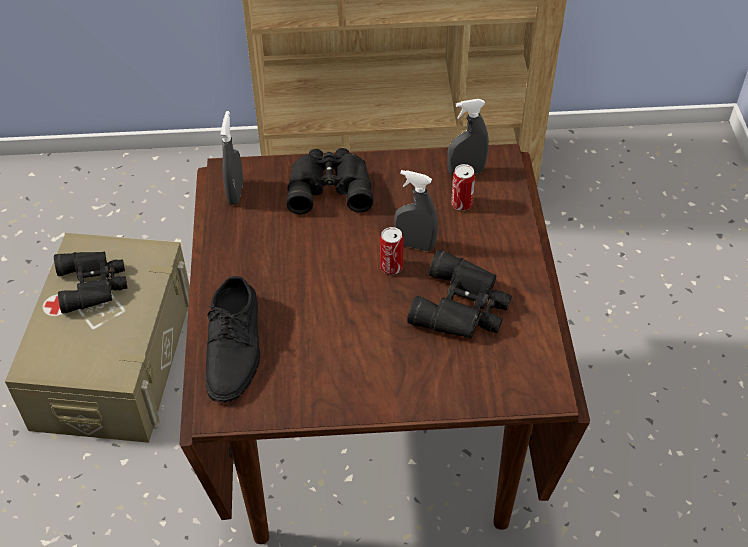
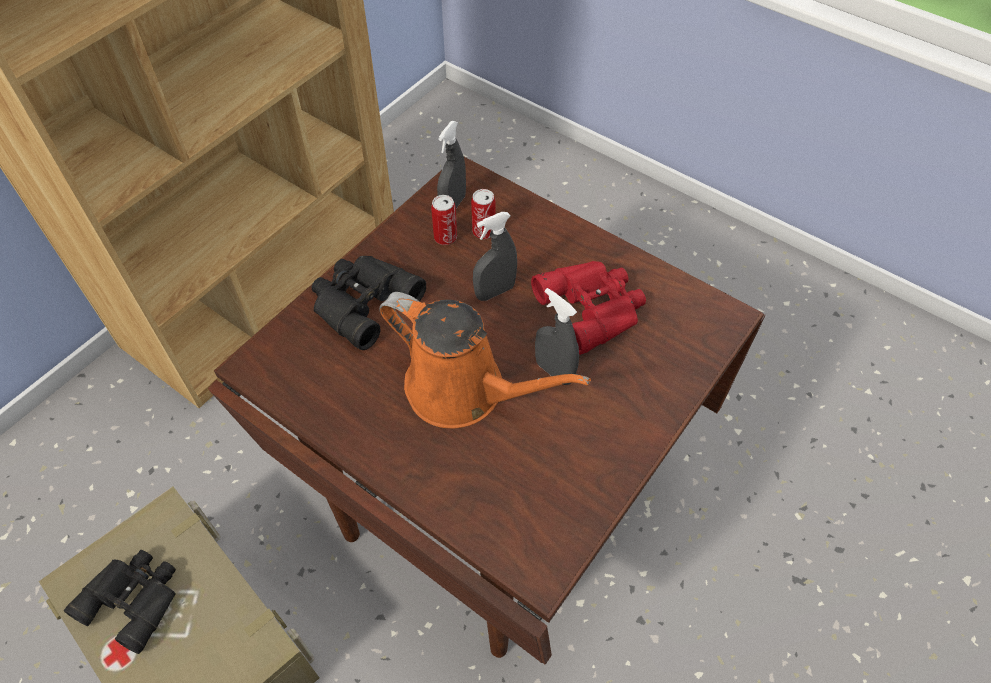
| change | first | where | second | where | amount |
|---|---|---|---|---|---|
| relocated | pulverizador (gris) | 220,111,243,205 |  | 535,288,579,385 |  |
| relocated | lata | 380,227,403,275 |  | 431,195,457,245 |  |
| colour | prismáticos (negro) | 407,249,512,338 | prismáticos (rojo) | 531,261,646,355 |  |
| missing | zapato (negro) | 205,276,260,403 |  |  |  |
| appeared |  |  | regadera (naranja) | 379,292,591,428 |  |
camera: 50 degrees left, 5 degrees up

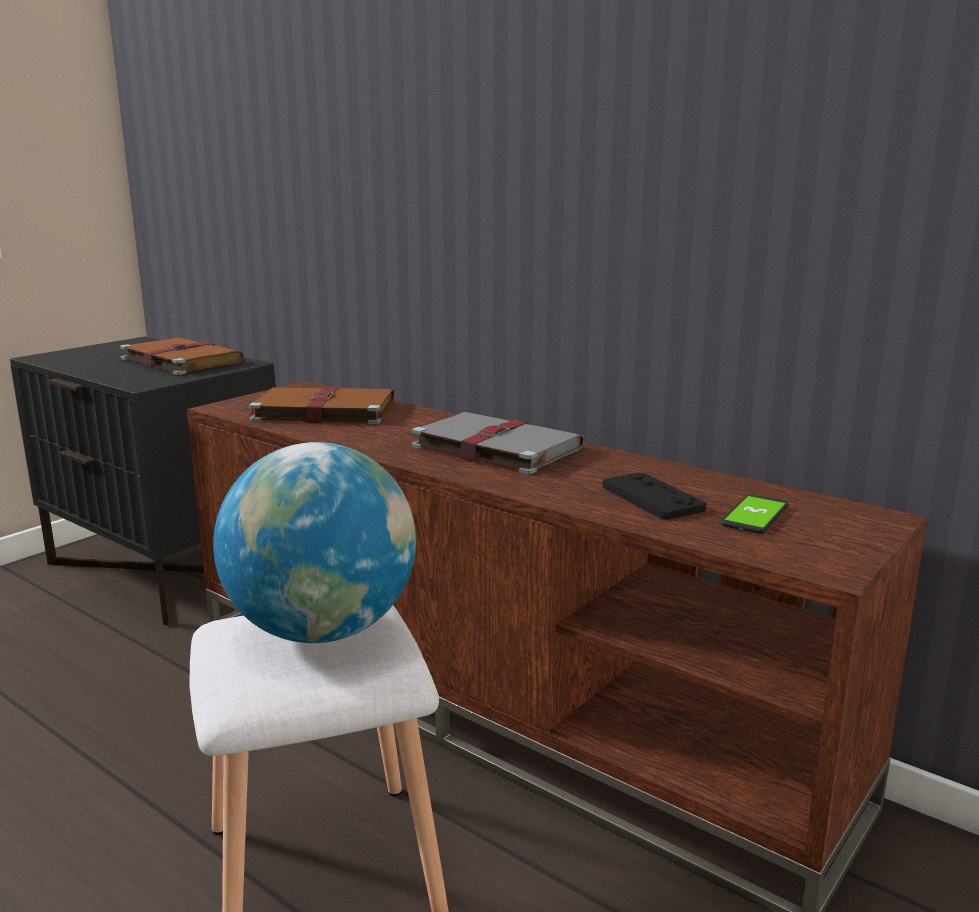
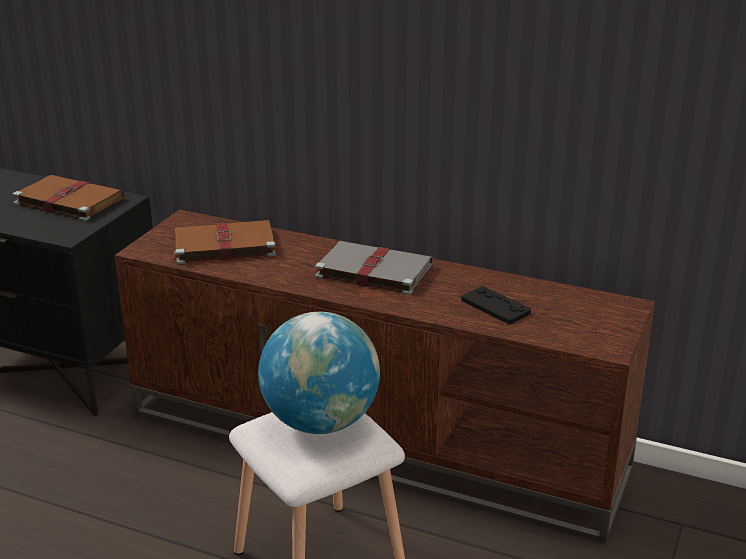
| change | first | where | second | where | amount |
|---|---|---|---|---|---|
| missing | móvil | 720,494,789,534 |  |  |  |
camera: 15 degrees left, 10 degrees up

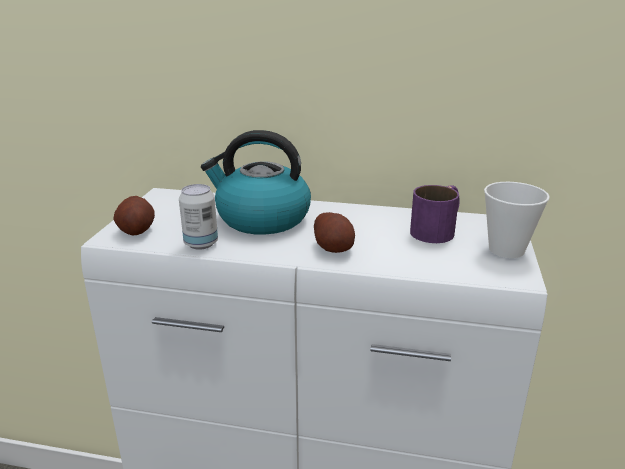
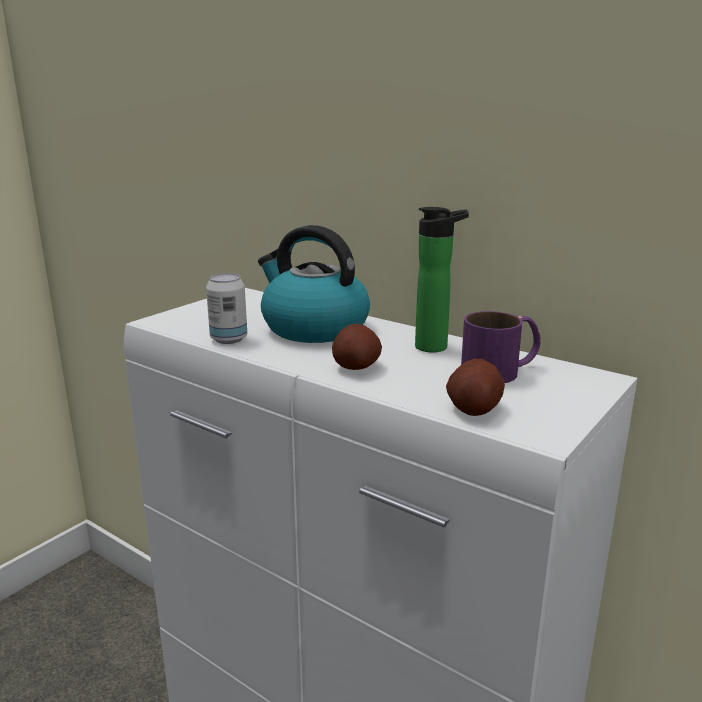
| change | first | where | second | where | amount |
|---|---|---|---|---|---|
| missing | taza | 484,182,550,258 |  |  |  |
| relocated | patata | 113,196,155,235 |  | 446,359,505,416 |  |
| appeared |  |  | botella | 415,207,469,352 |  |
camera: 25 degrees right, 5 degrees down

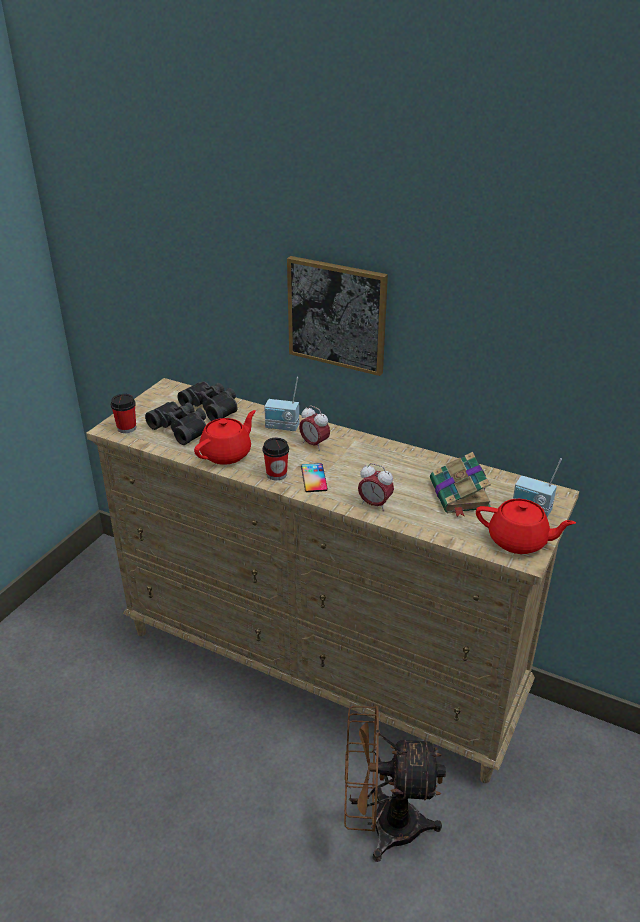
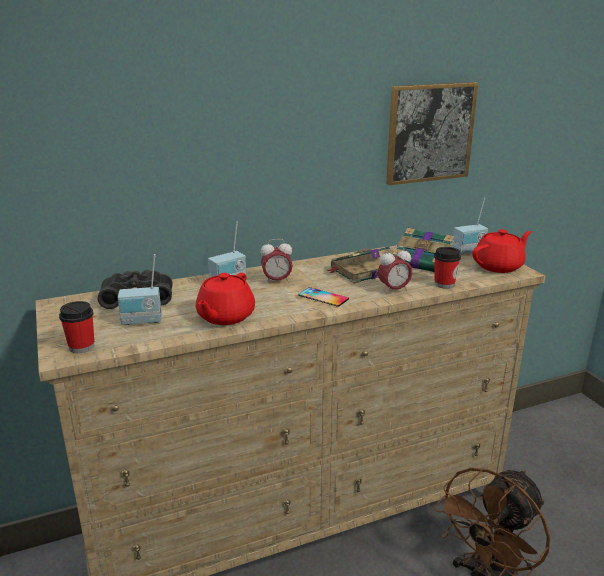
| change | first | where | second | where | amount |
|---|---|---|---|---|---|
| relocated | cuadro | 287,256,388,376 |  | 386,82,478,185 |  |
| exchanged | prismáticos (negro) | 145,401,206,445 | radio | 118,254,162,325 |  |
| spun | tetera (rojo) | 194,410,256,465 |  | 196,273,255,325 | 150 degrees counterclockwise |
| relocated | taza | 263,438,289,480 |  | 434,247,461,289 |  |
| appeared |  |  | libro | 326,245,396,284 |  |
camera: 50 degrees left, 10 degrees down

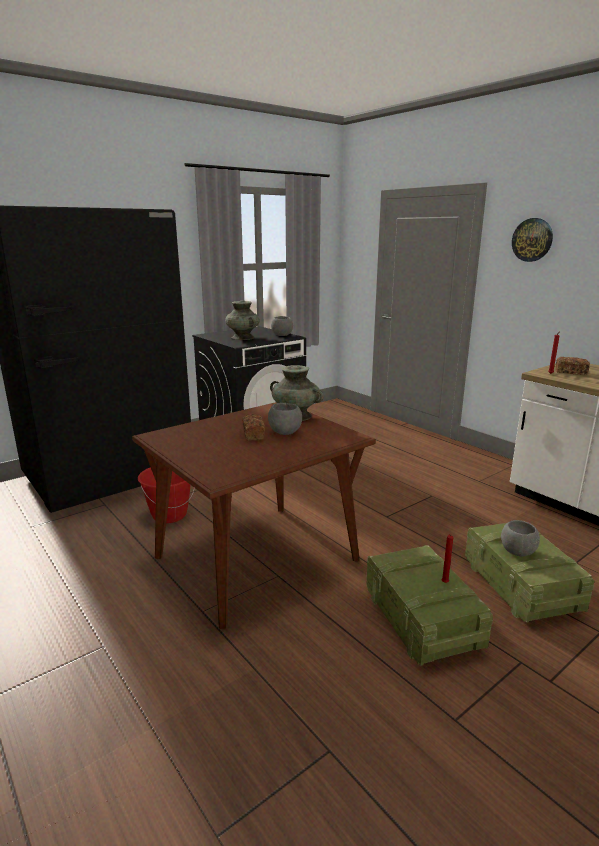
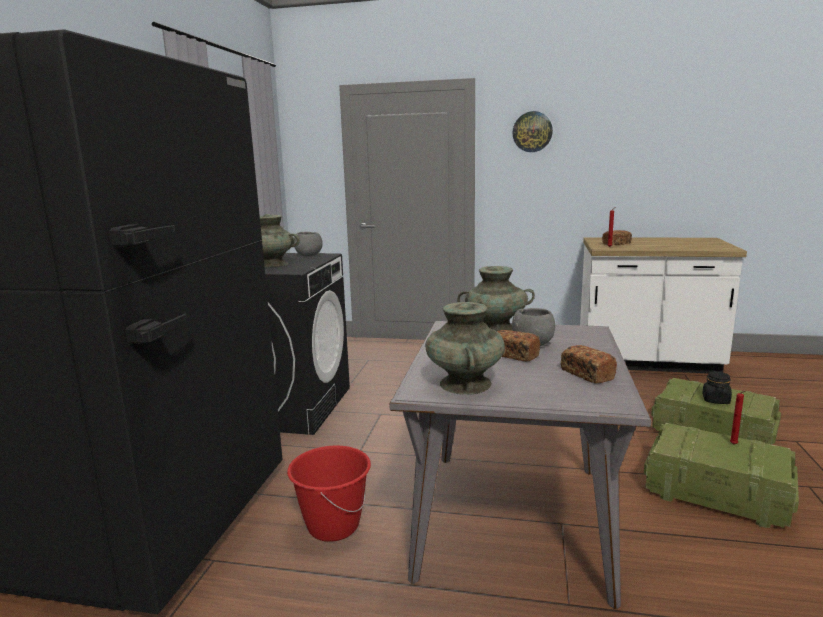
| change | first | where | second | where | amount |
|---|---|---|---|---|---|
| colour | mesa de comedor (marrón) | 132,402,376,629 | mesa de comedor (gris) | 390,321,651,609 |  |
| exchanged | cuenco (gris) | 501,520,540,556 | tarro (negro) | 702,371,732,404 |  |
| appeared |  |  | florero (turquesa) | 425,302,505,395 |  |
| appeared |  |  | pan | 561,345,617,383 |  |
camera: 40 degrees left, 5 degrees down

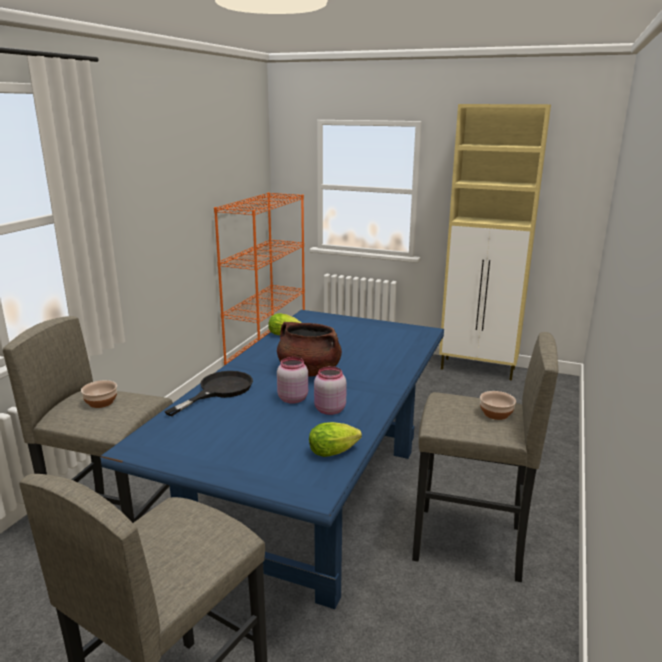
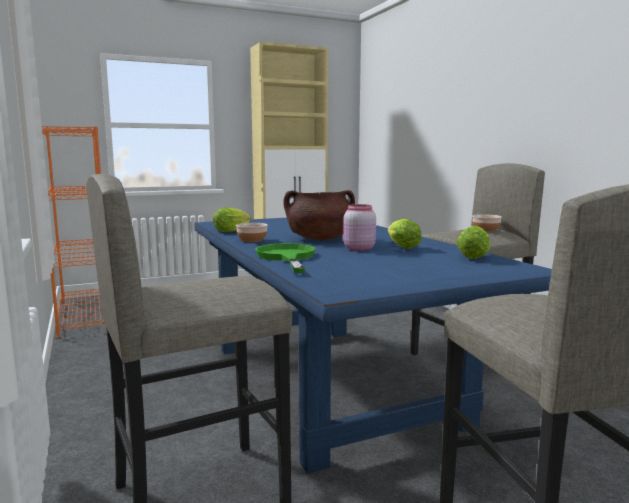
| change | first | where | second | where | amount |
|---|---|---|---|---|---|
| exchanged | tarro (rosa) | 314,366,347,415 | lechuga | 388,219,422,249 |  |
| colour | sartén (negro) | 164,371,253,416 | sartén (verde) | 255,243,315,273 |  |
| relocated | cuenco | 81,380,117,408 |  | 236,223,268,242 |  |
camera: 45 degrees left, 10 degrees down

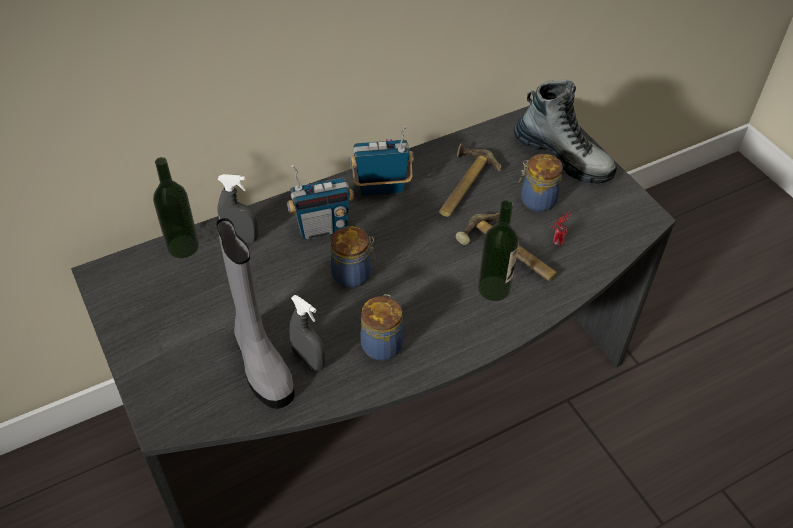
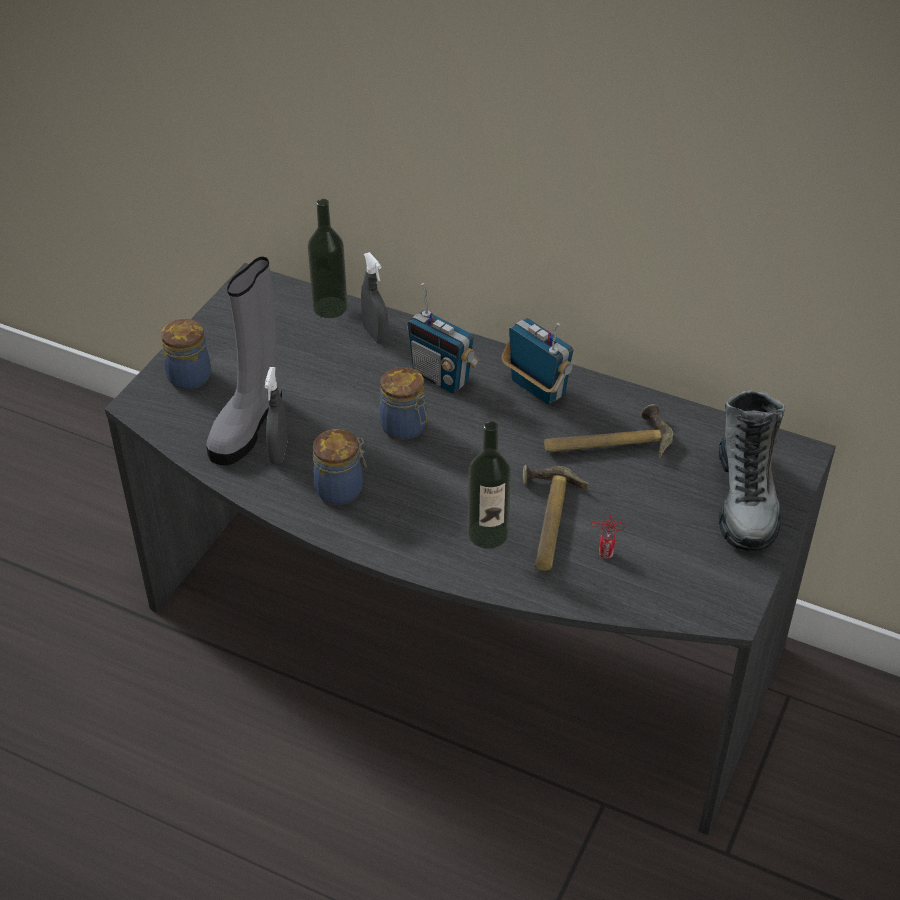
| change | first | where | second | where | amount |
|---|---|---|---|---|---|
| relocated | tarro | 519,154,563,212 |  | 161,318,211,390 |  |
camera: 55 degrees right, 5 degrees down

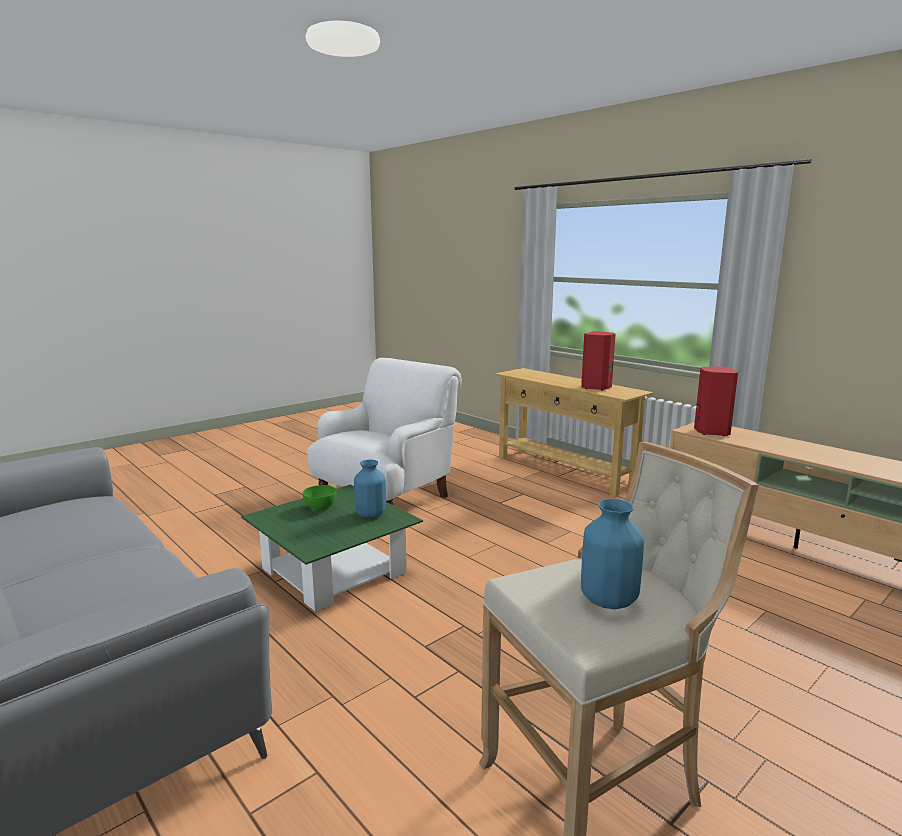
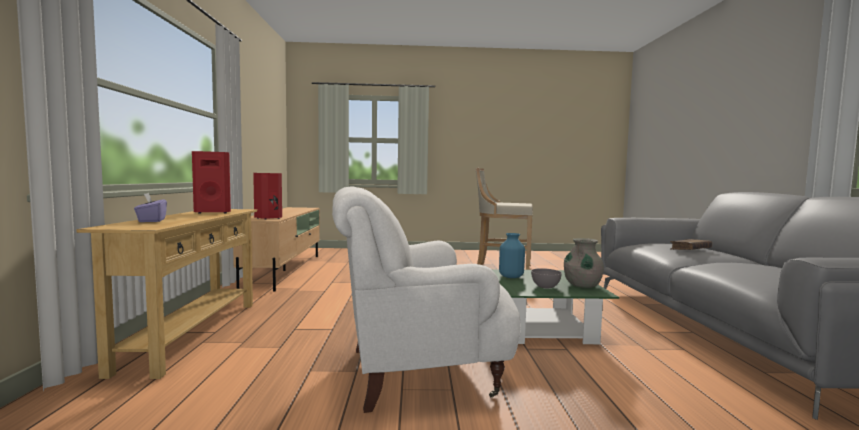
| change | first | where | second | where | amount |
|---|---|---|---|---|---|
| colour | cuenco (verde) | 302,485,336,510 | cuenco (gris) | 531,268,562,288 |  |
| missing | florero (azul) | 581,499,644,609 |  |  |  |
| appeared |  |  | caja de pañuelos (morado) | 134,193,167,222 |  |
| appeared |  |  | florero (gris) | 564,238,604,288 |  |
| appeared |  |  | libro (marrón) | 670,239,712,250 |  |
camera: 140 degrees left, 10 degrees down

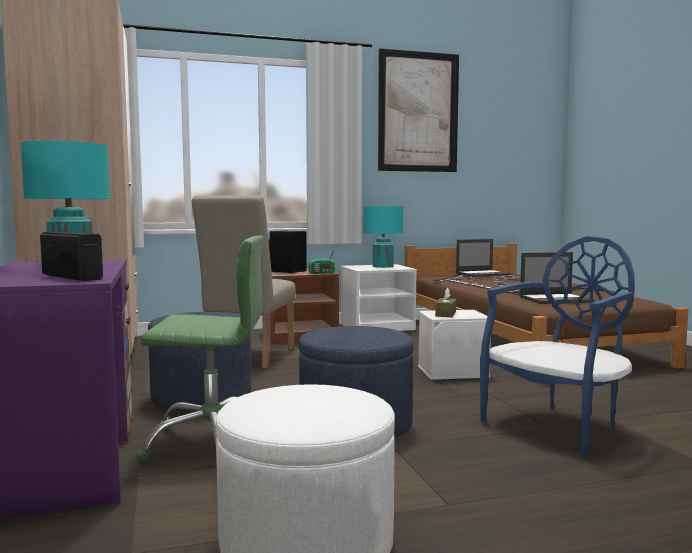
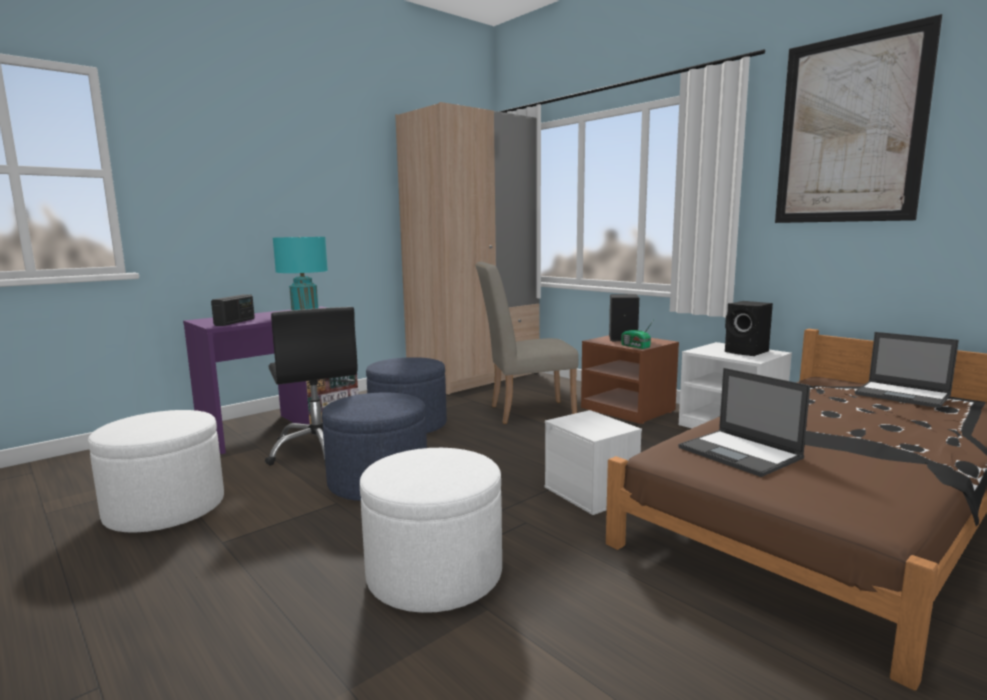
| change | first | where | second | where | amount |
|---|---|---|---|---|---|
| exchanged | lámpara de mesa (turquesa) | 363,206,404,268 | altavoz (negro) | 725,301,773,356 |  |
| colour | silla de oficina (verde) | 135,235,263,463 | silla de oficina (negro) | 265,307,358,468 |  |
| exchanged | silla (azul) | 480,236,635,457 | puf (blanco) | 360,448,502,613 |  |
| missing | caja de pañuelos (marrón) | 435,288,456,317 |  |  |  |
camera: 65 degrees right, 5 degrees up

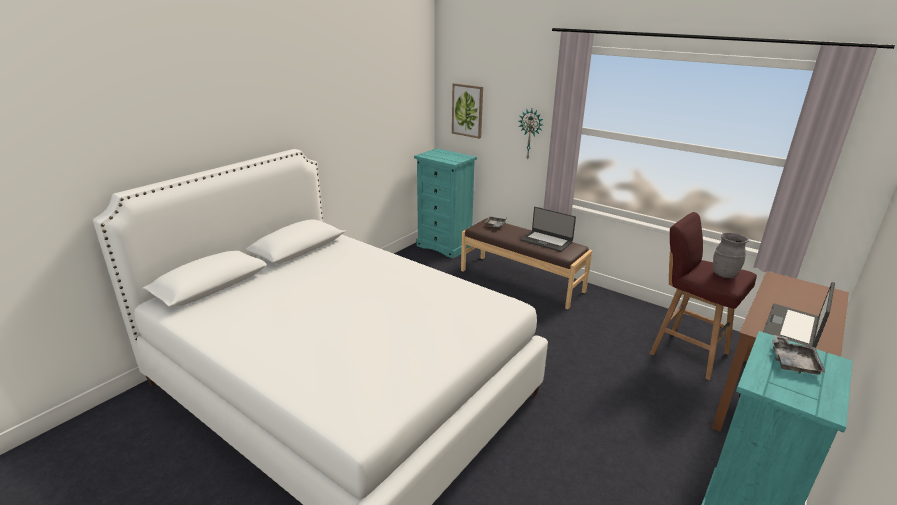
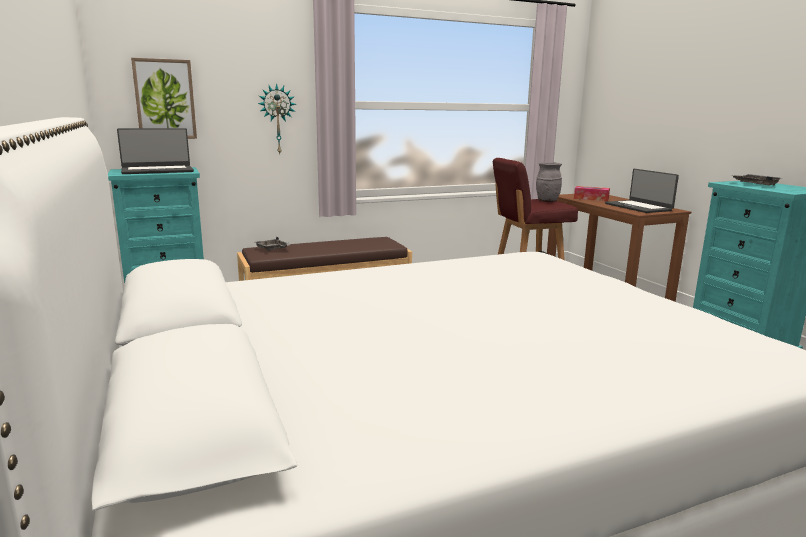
| change | first | where | second | where | amount |
|---|---|---|---|---|---|
| relocated | portátil | 520,207,576,252 |  | 117,128,194,174 |  |
| appeared |  |  | caja de pañuelos | 574,186,610,201 |  |
camera: 60 degrees left, 10 degrees down

